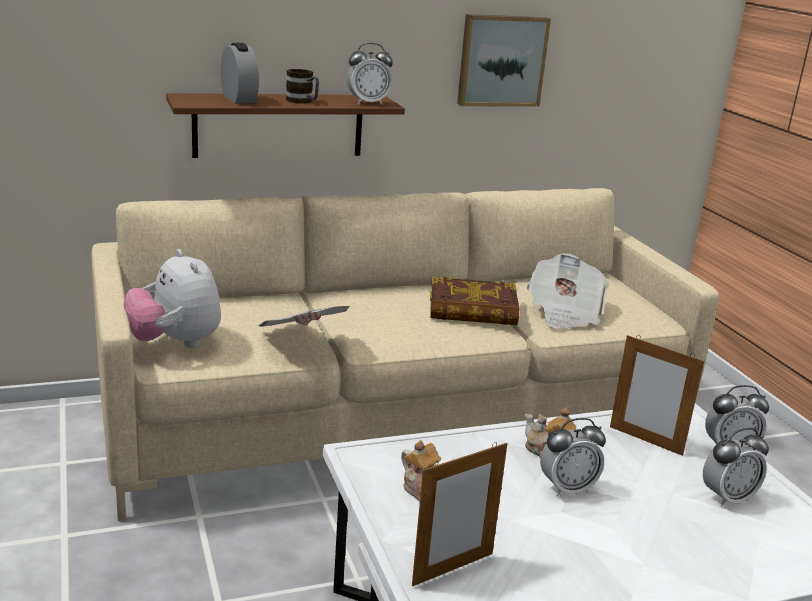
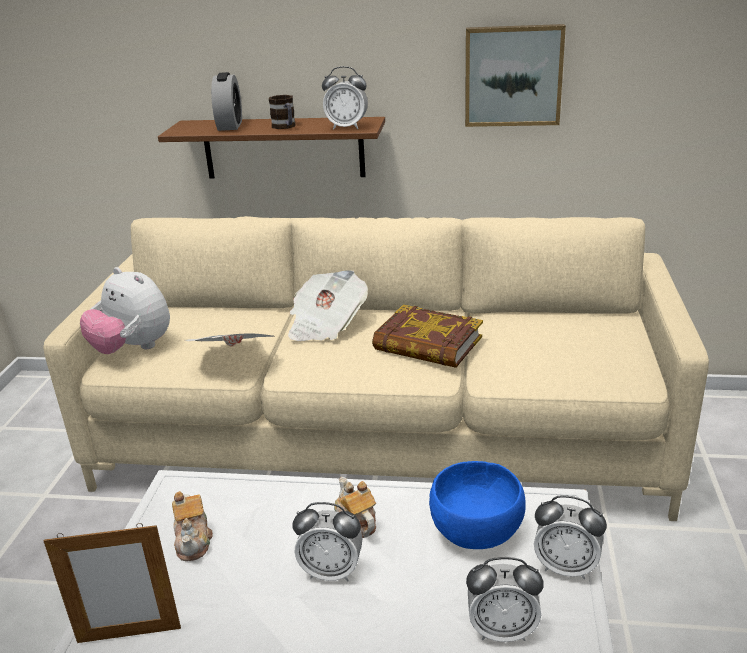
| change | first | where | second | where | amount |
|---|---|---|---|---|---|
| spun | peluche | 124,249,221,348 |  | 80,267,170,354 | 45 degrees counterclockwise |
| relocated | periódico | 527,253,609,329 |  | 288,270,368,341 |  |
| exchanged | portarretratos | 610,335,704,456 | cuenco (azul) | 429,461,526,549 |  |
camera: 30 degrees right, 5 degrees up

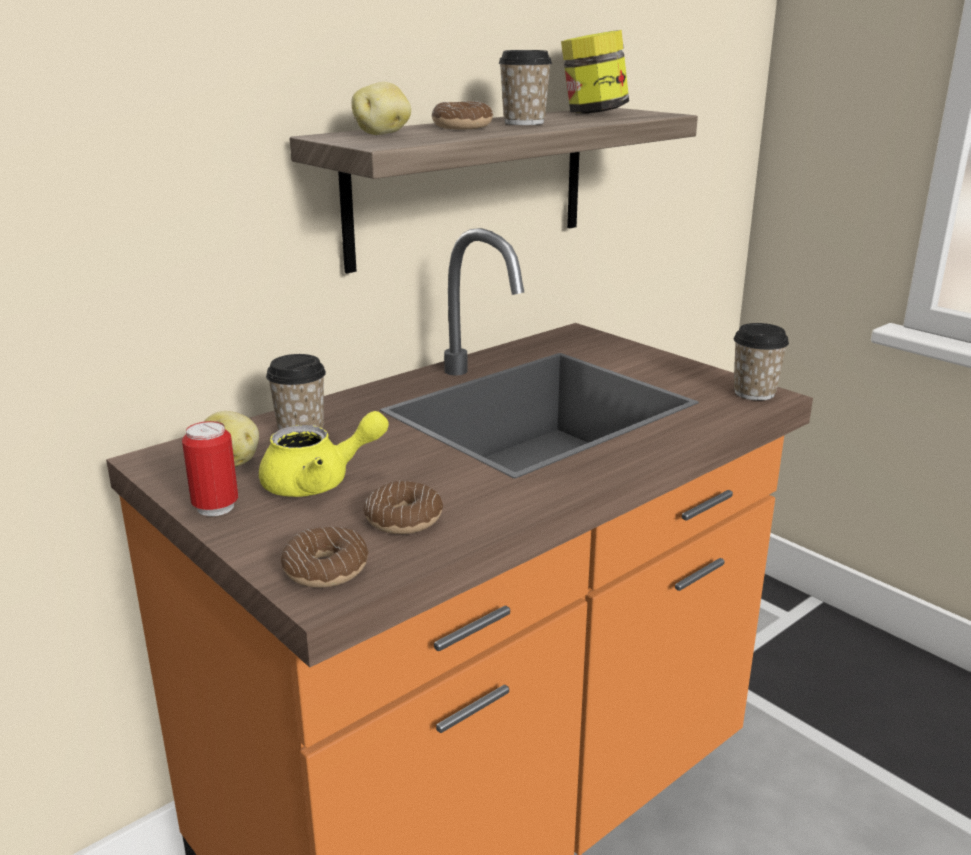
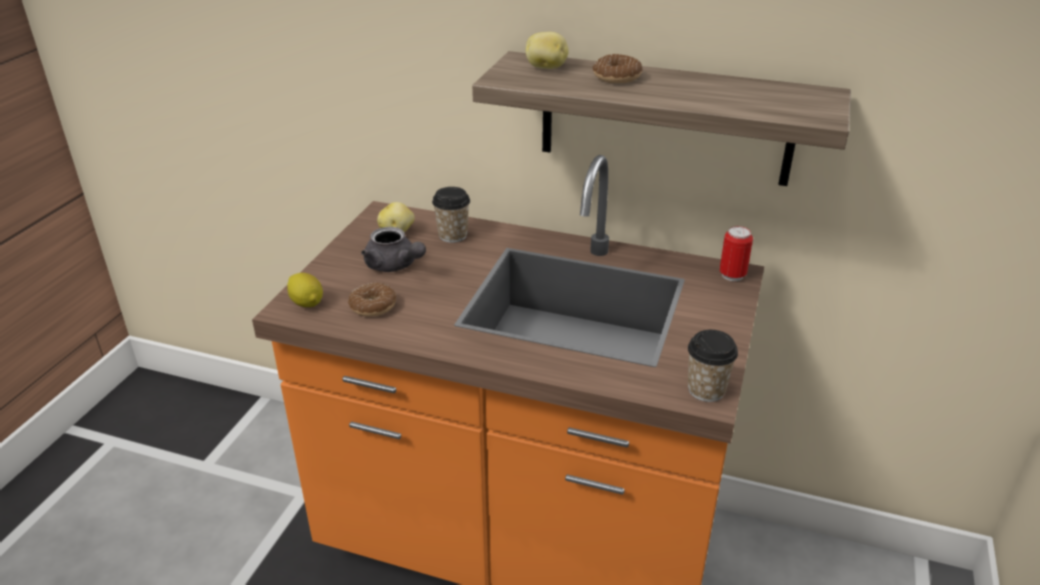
| change | first | where | second | where | amount |
|---|---|---|---|---|---|
| missing | tarro | 561,30,629,114 |  |  |  |
| missing | taza | 498,50,552,125 |  |  |  |
| colour | tetera (amarillo) | 259,411,389,497 | tetera (gris) | 361,227,426,272 |  |
| relocated | lata | 182,421,238,516 |  | 720,226,753,281 |  |
| exchanged | rosquilla | 281,527,369,588 | limón | 287,273,323,307 |  |
camera: 60 degrees right, 10 degrees up

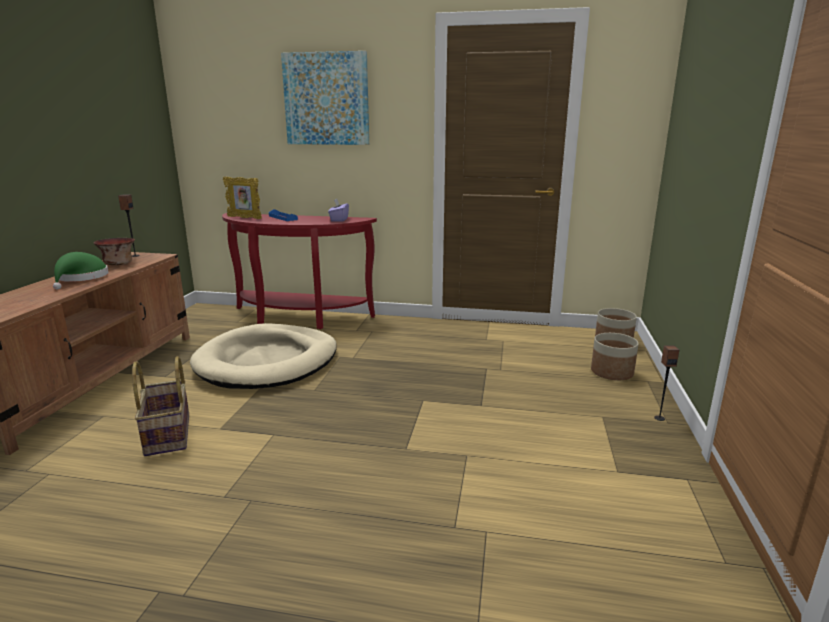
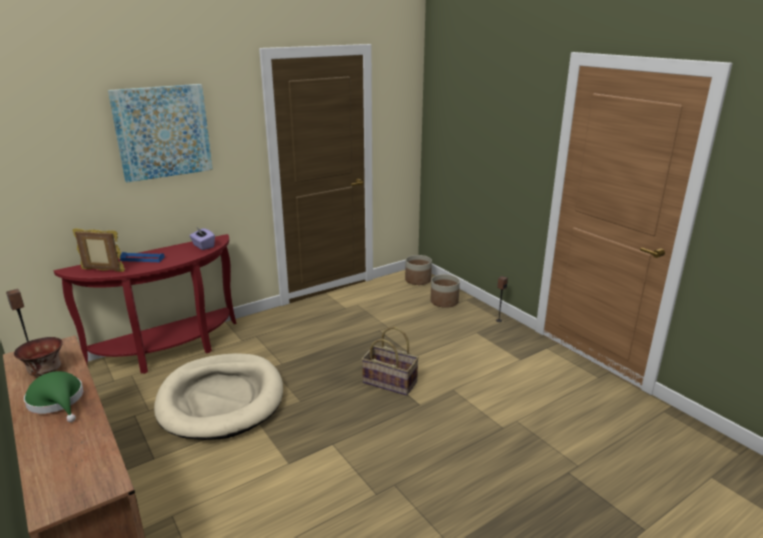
| change | first | where | second | where | amount |
|---|---|---|---|---|---|
| spun | portarretratos | 223,177,262,219 |  | 72,228,125,272 | 150 degrees counterclockwise |
| relocated | cesta | 132,356,189,456 |  | 362,326,419,396 |  |
camera: 45 degrees left, 5 degrees up

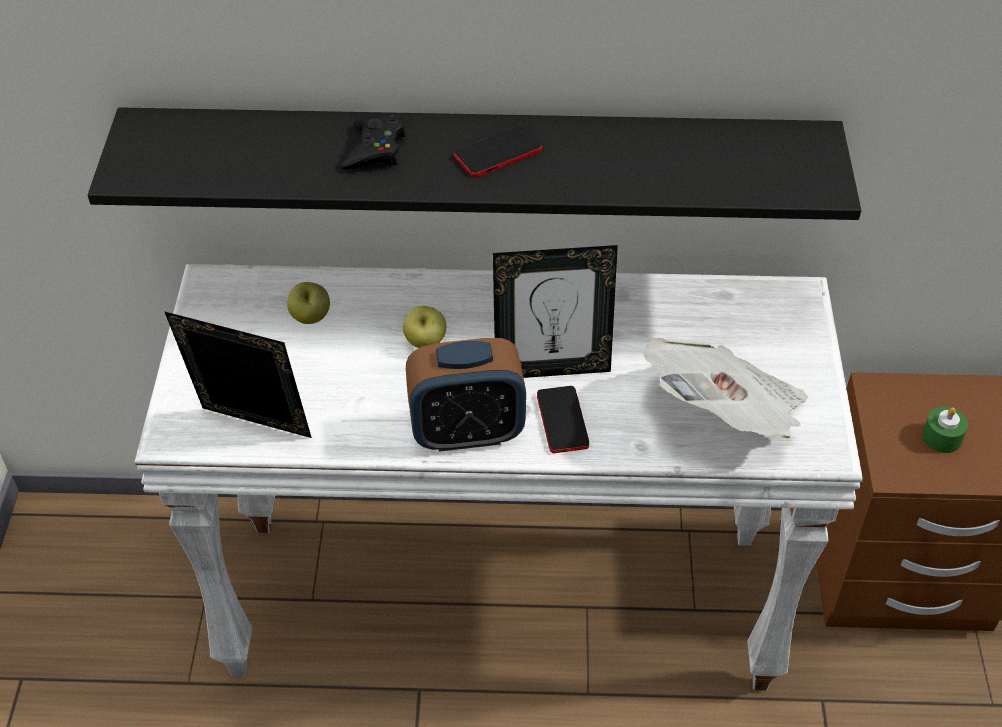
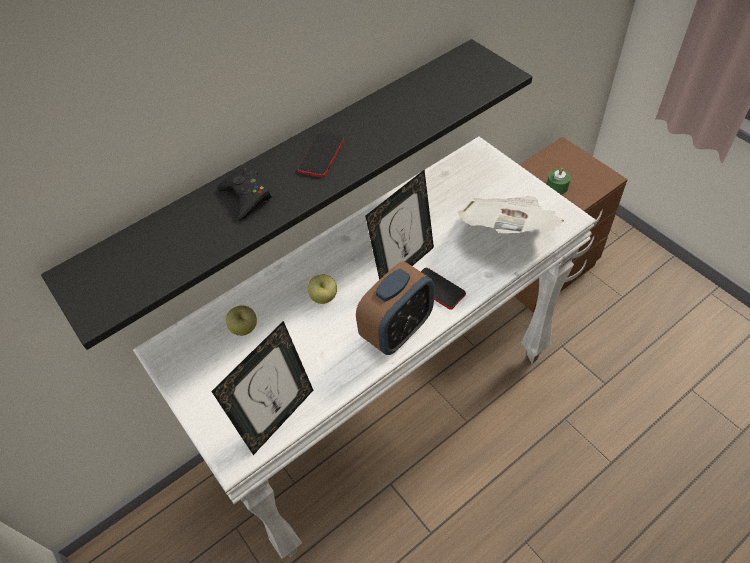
| change | first | where | second | where | amount |
|---|---|---|---|---|---|
| spun | portarretratos | 164,311,312,438 |  | 211,321,314,455 | 150 degrees clockwise |
camera: 35 degrees left, 5 degrees up

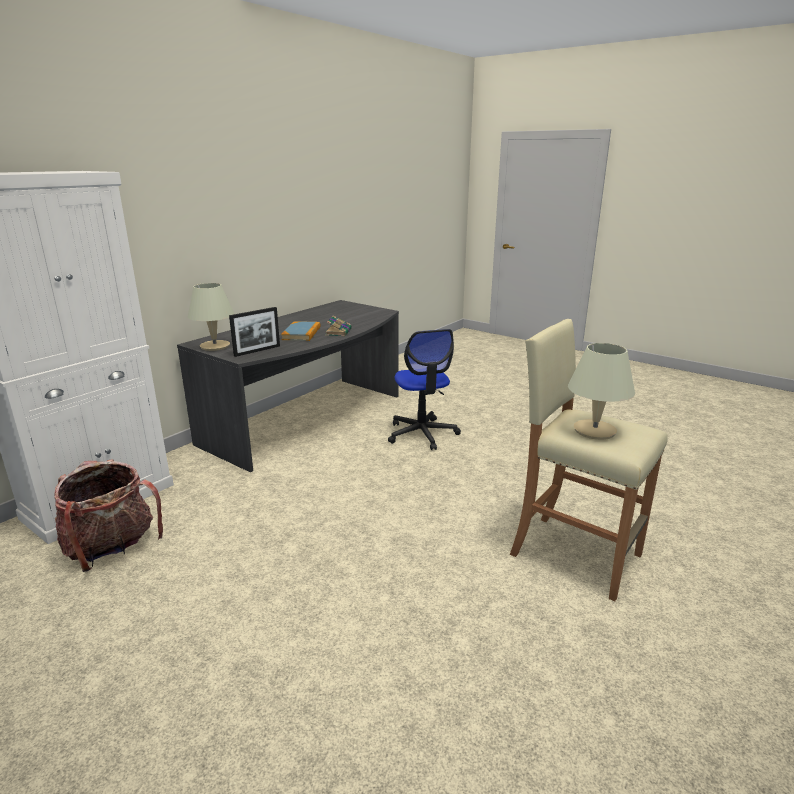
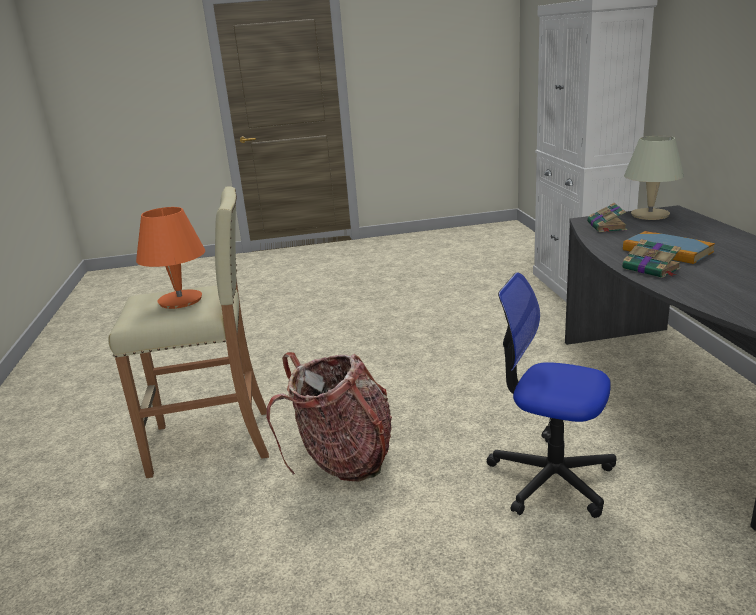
| change | first | where | second | where | amount |
|---|---|---|---|---|---|
| exchanged | portarretratos | 229,307,280,357 | libro | 587,202,627,232 |  |
| colour | lámpara de mesa (beis) | 568,343,635,440 | lámpara de mesa (naranja) | 136,207,205,309 |  |
| relocated | mochila | 54,459,163,572 |  | 266,352,392,482 |  |
camera: 135 degrees right, 0 degrees up

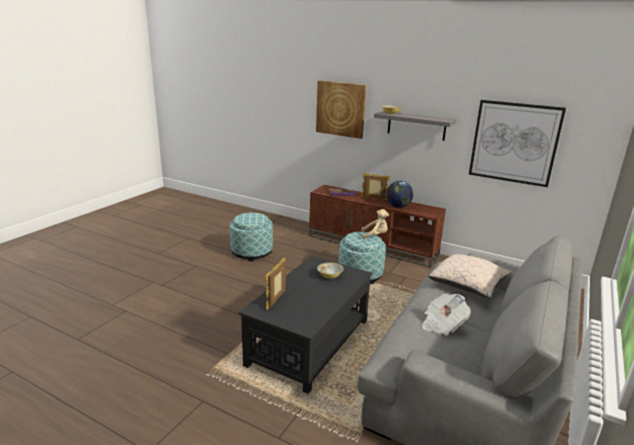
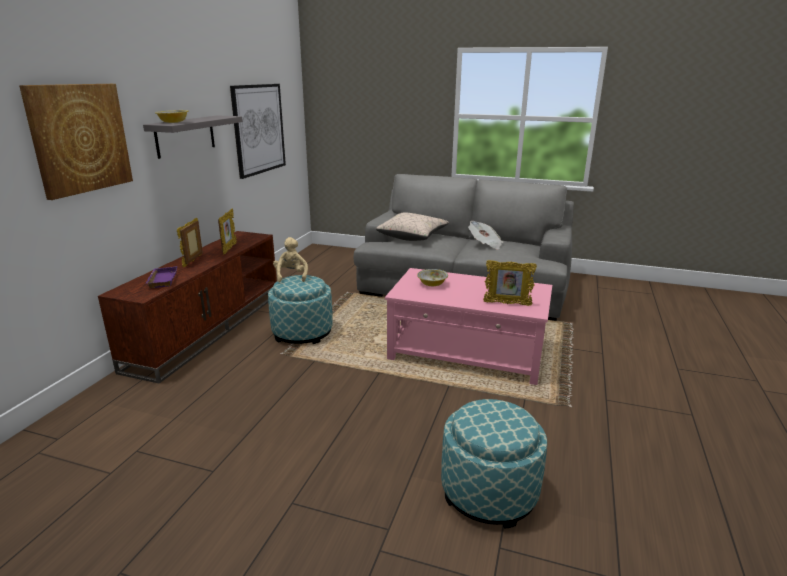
| change | first | where | second | where | amount |
|---|---|---|---|---|---|
| exchanged | globo terráqueo | 386,181,414,208 | portarretratos | 218,209,237,255 |  |
| relocated | puf | 230,213,273,261 |  | 441,399,547,529 |  |
| colour | mesa de centro (negro) | 239,256,373,394 | mesa de centro (rosa) | 385,268,552,385 |  |
camera: 100 degrees left, 0 degrees up

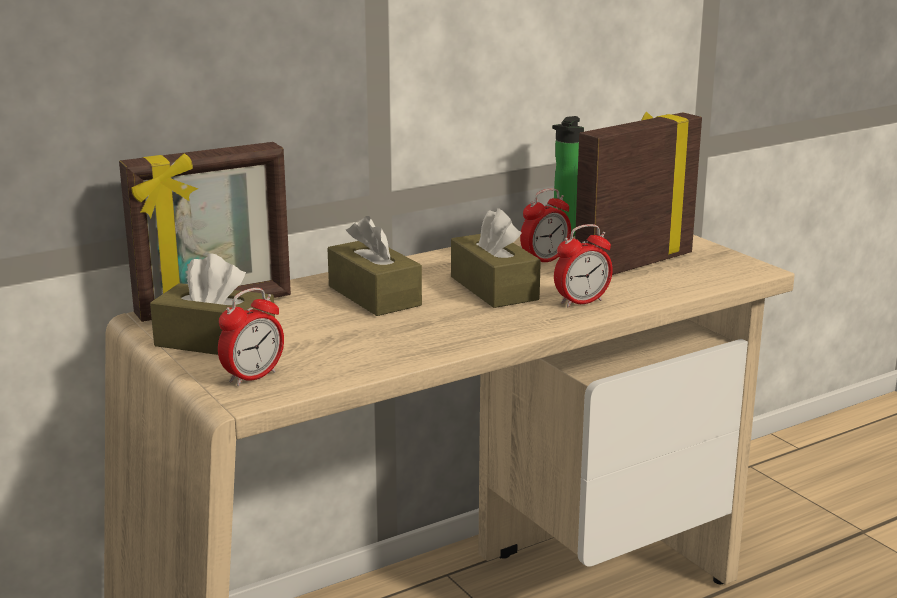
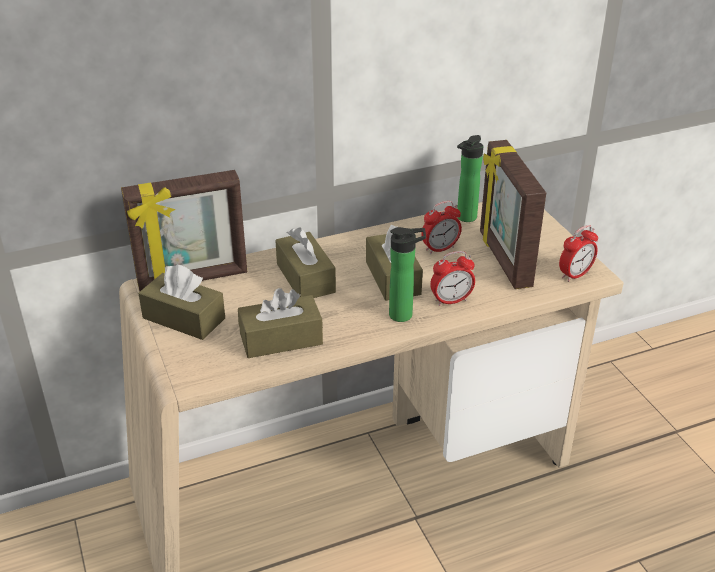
| change | first | where | second | where | amount |
|---|---|---|---|---|---|
| spun | portarretratos | 575,112,702,275 |  | 480,140,546,289 | 75 degrees counterclockwise |
| relocated | despertador | 218,288,284,386 |  | 559,225,598,282 |  |
| appeared |  |  | botella | 389,227,426,322 |  |
| appeared |  |  | caja de pañuelos (marrón) | 238,288,323,358 |  |
camera: 10 degrees right, 15 degrees up

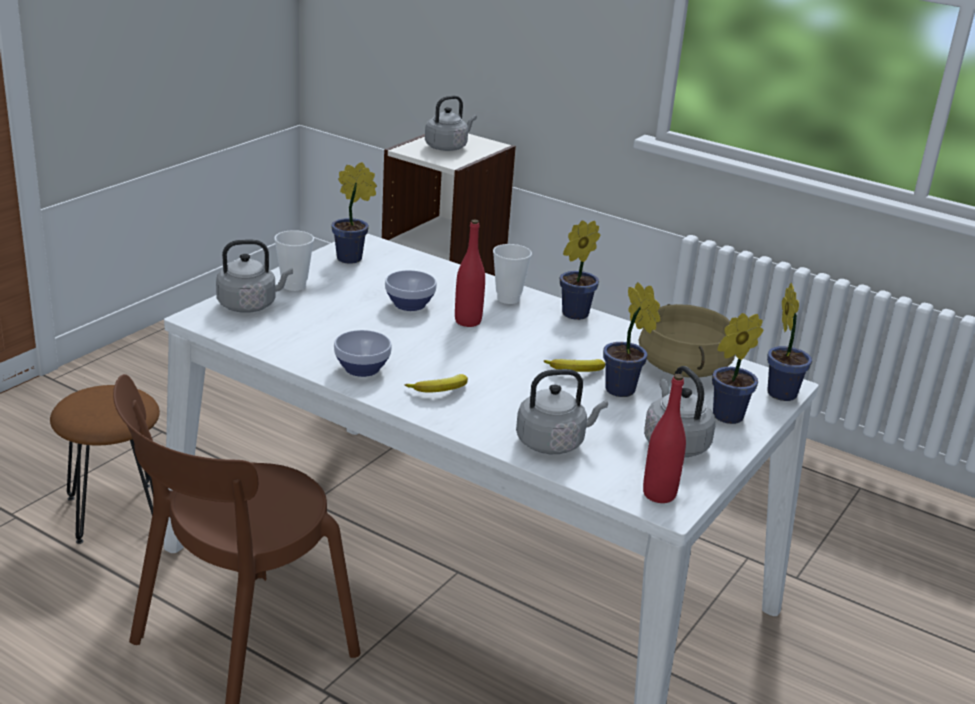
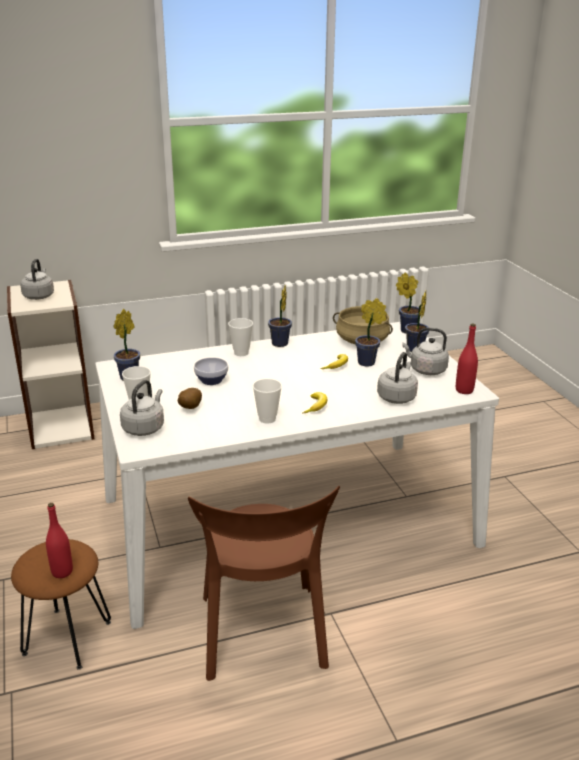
| change | first | where | second | where | amount |
|---|---|---|---|---|---|
| relocated | botella (rojo) | 455,219,485,327 |  | 46,503,73,578 |  |
| exchanged | cuenco | 334,330,392,377 | taza | 253,379,282,424 |  |
| appeared |  |  | patata | 178,388,202,409 |  |
camera: 50 degrees left, 0 degrees up

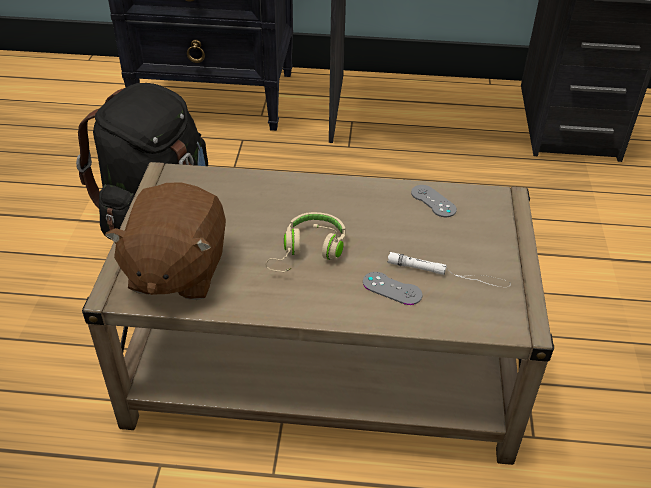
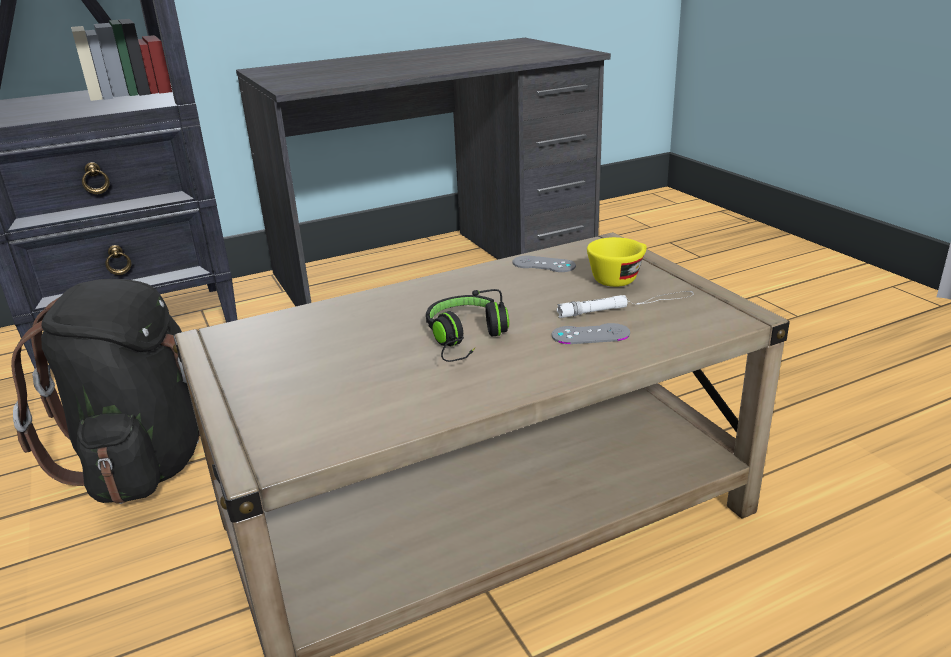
| change | first | where | second | where | amount |
|---|---|---|---|---|---|
| missing | peluche (marrón) | 105,182,226,300 |  |  |  |
| colour | auriculares (beis) | 265,212,346,272 | auriculares (negro) | 426,289,509,362 |  |
| appeared |  |  | taza (amarillo) | 587,237,647,287 |  |
camera: 30 degrees left, 15 degrees down

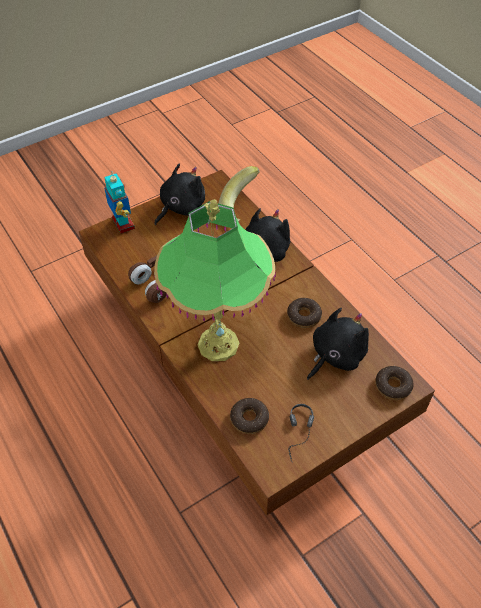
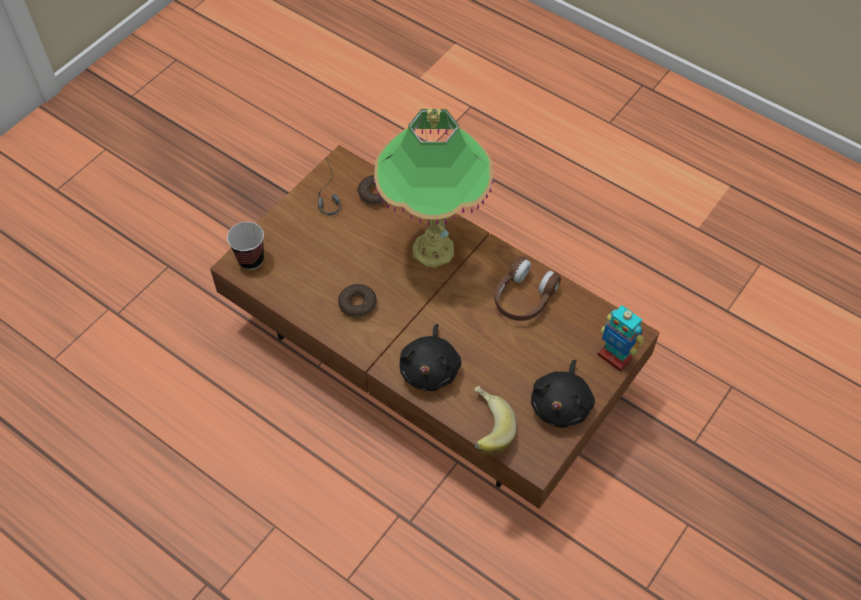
| change | first | where | second | where | amount |
|---|---|---|---|---|---|
| missing | peluche (negro) | 307,308,369,380 |  |  |  |
| exchanged | rosquilla | 375,366,414,400 | taza | 227,222,264,270 |  |
camera: 160 degrees right, 5 degrees up

